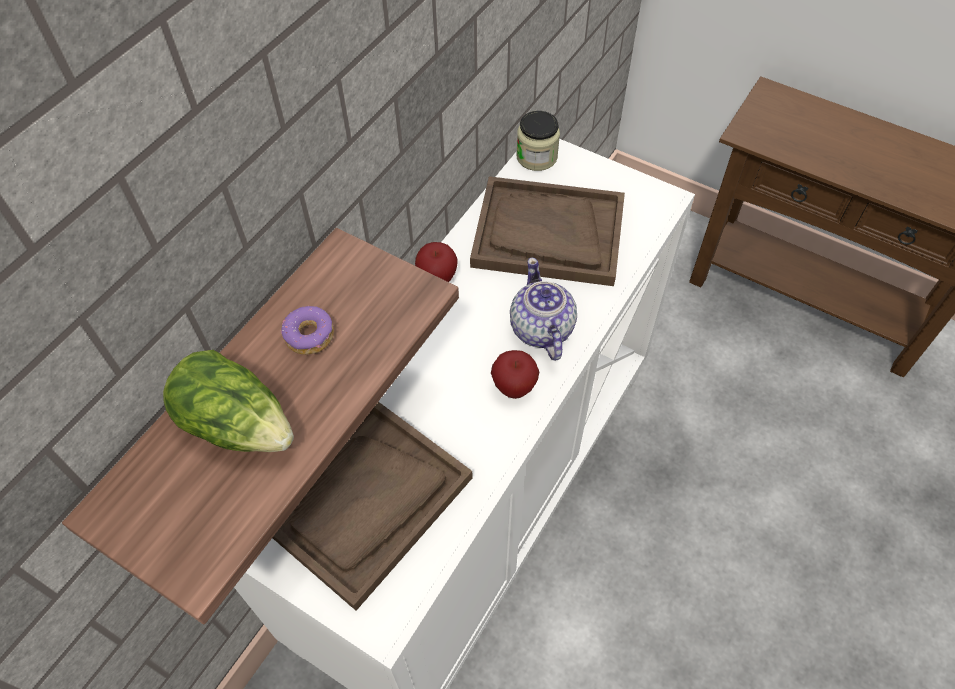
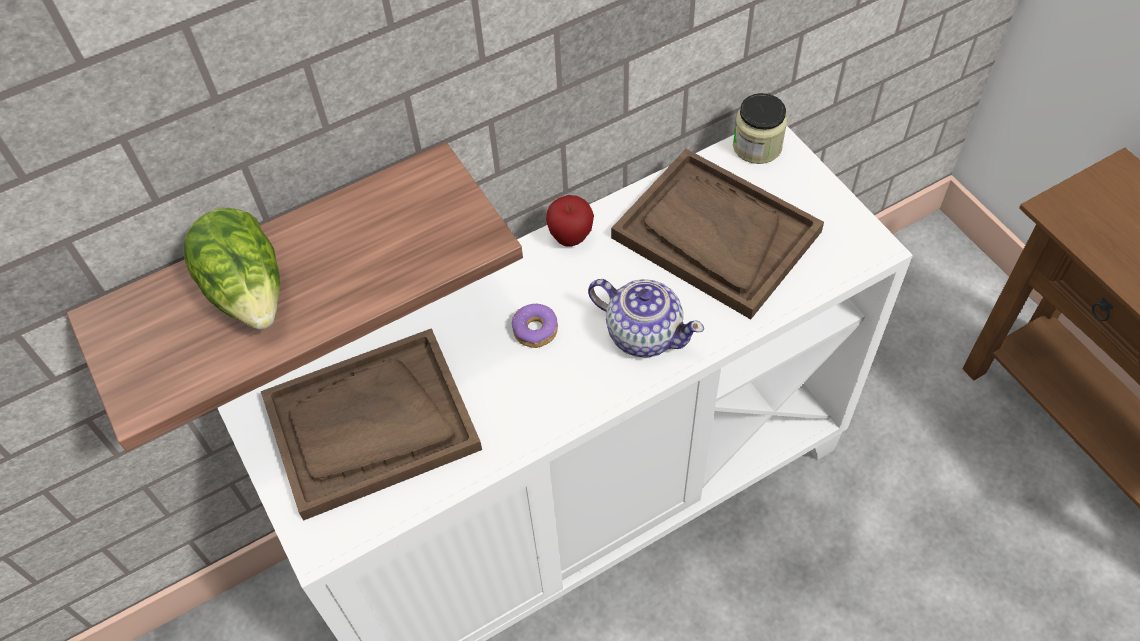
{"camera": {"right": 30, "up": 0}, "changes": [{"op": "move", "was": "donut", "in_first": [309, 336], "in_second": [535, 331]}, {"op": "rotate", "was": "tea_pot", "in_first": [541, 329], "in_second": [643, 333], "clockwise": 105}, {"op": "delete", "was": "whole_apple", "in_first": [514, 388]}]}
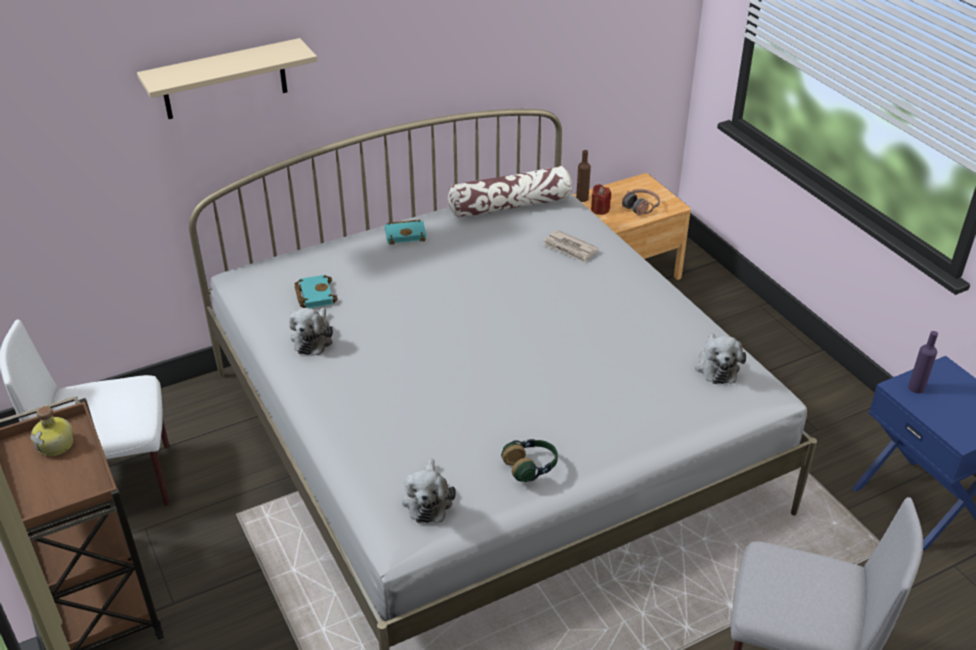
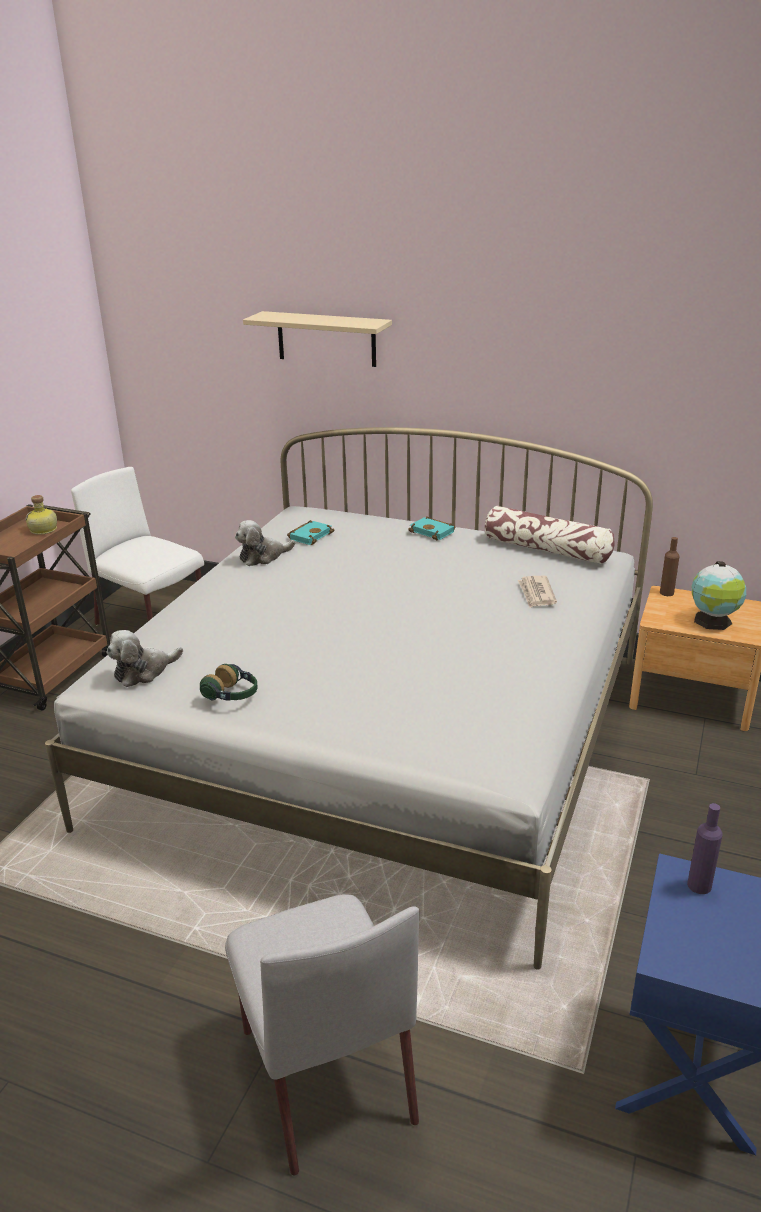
{"camera": {"right": 50, "up": -10}, "changes": [{"op": "replace", "was": "headset", "now": "world_globe", "in_first": [640, 207], "in_second": [713, 622]}, {"op": "delete", "was": "red-coloured_wax_light", "in_first": [600, 209]}, {"op": "delete", "was": "cuddly_toy", "in_first": [716, 367]}]}
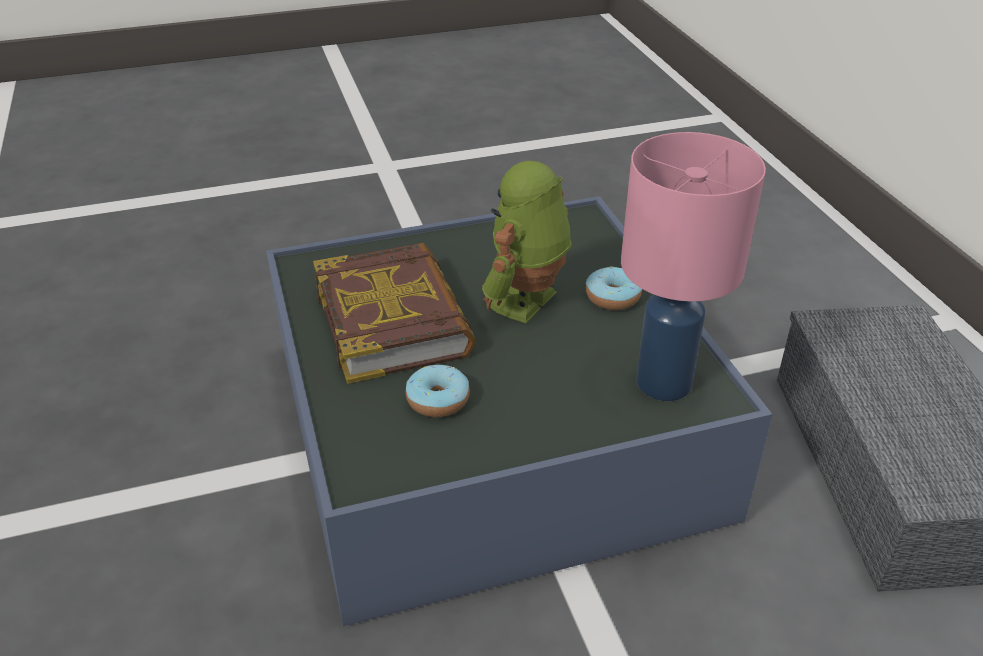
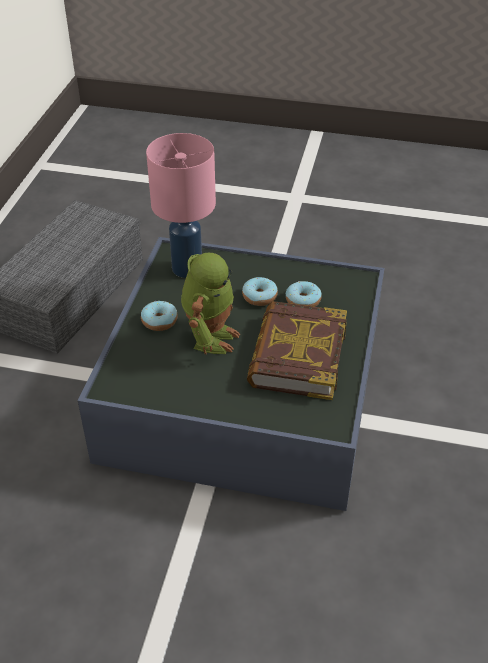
{"camera": {"right": -150, "up": 5}, "changes": [{"op": "rotate", "was": "model_robot", "in_first": [527, 303], "in_second": [210, 337], "clockwise": -45}, {"op": "insert", "now": "donut", "in_second": [259, 297]}]}
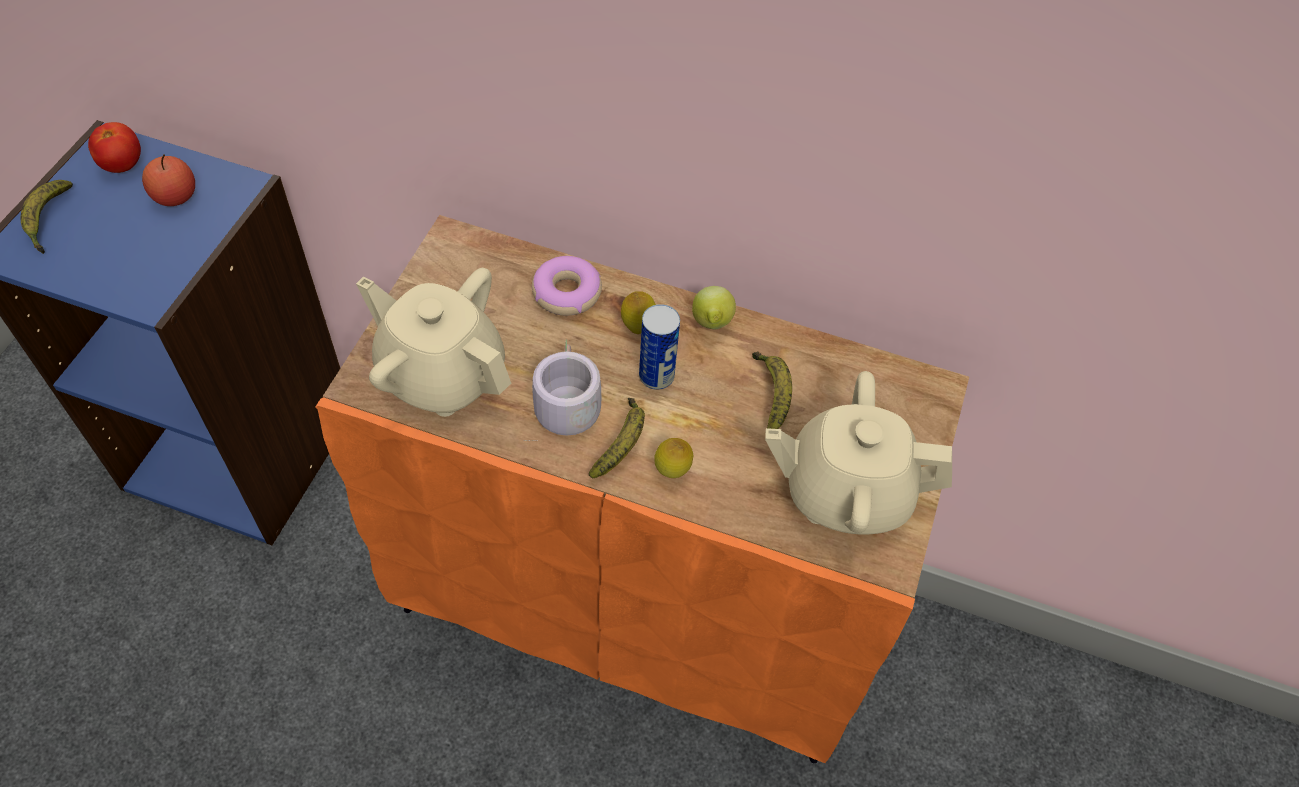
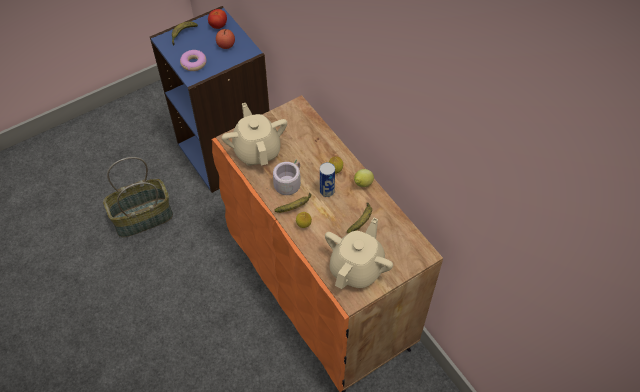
{"camera": {"right": 40, "up": 0}, "changes": [{"op": "insert", "now": "storage_basket", "in_second": [142, 218]}, {"op": "move", "was": "donut", "in_first": [566, 292], "in_second": [193, 63]}, {"op": "rotate", "was": "sand-coloured_tea_pot", "in_first": [845, 492], "in_second": [357, 268], "clockwise": 75}]}
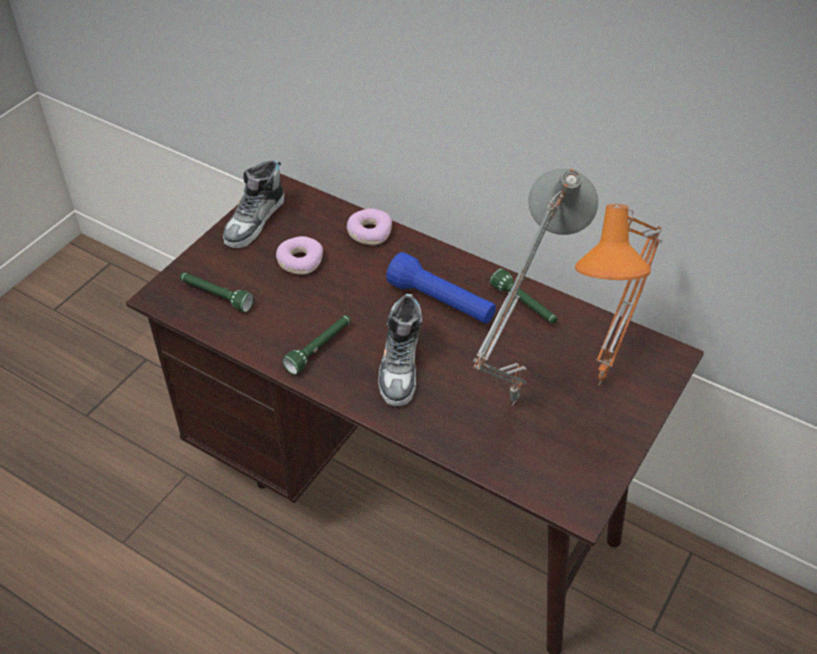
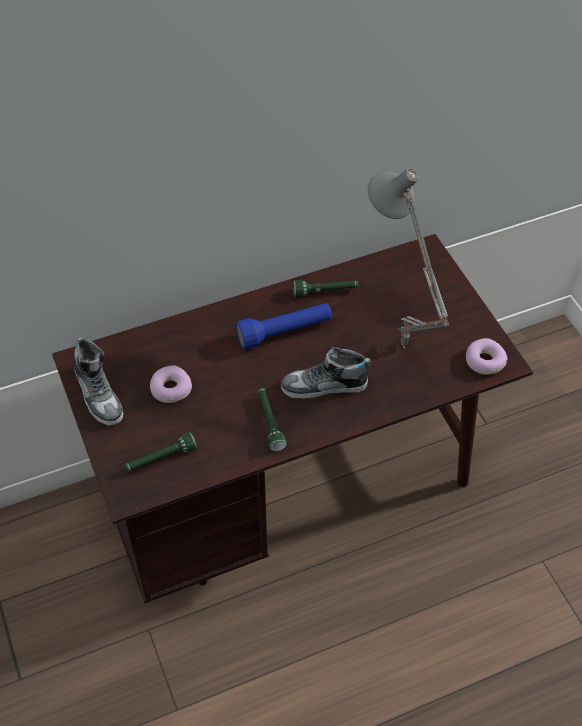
{"camera": {"right": -55, "up": 5}, "changes": [{"op": "rotate", "was": "low_shoe", "in_first": [400, 366], "in_second": [324, 386], "clockwise": 135}, {"op": "move", "was": "donut", "in_first": [369, 232], "in_second": [484, 361]}, {"op": "delete", "was": "orangey_lamp_for_a_table", "in_first": [605, 384]}]}
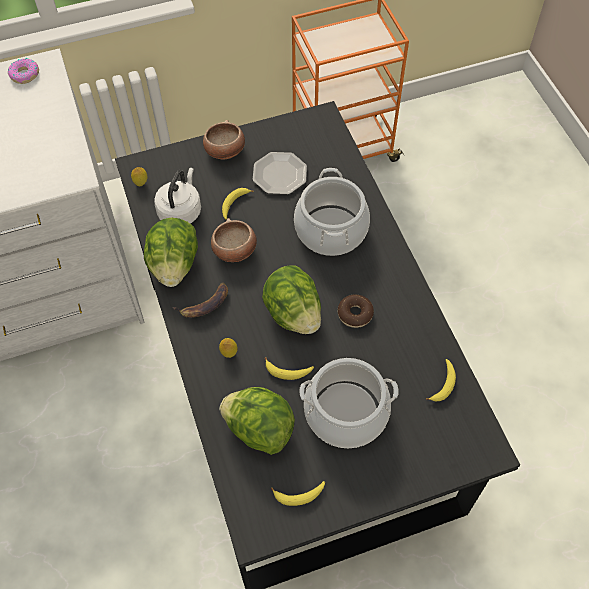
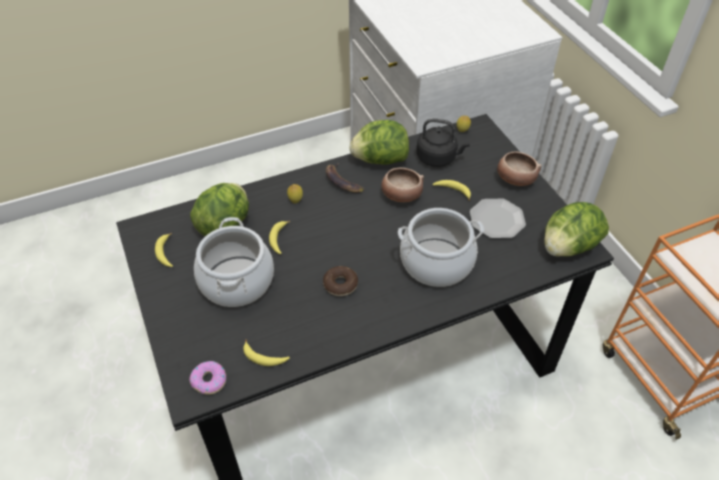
{"camera": {"right": 85, "up": -10}, "changes": [{"op": "move", "was": "donut", "in_first": [25, 75], "in_second": [209, 380]}, {"op": "recolor", "was": "whitish_tea_kettle", "now": "black_tea_kettle", "in_first": [181, 211], "in_second": [438, 158]}, {"op": "move", "was": "lettuce", "in_first": [293, 313], "in_second": [568, 247]}]}
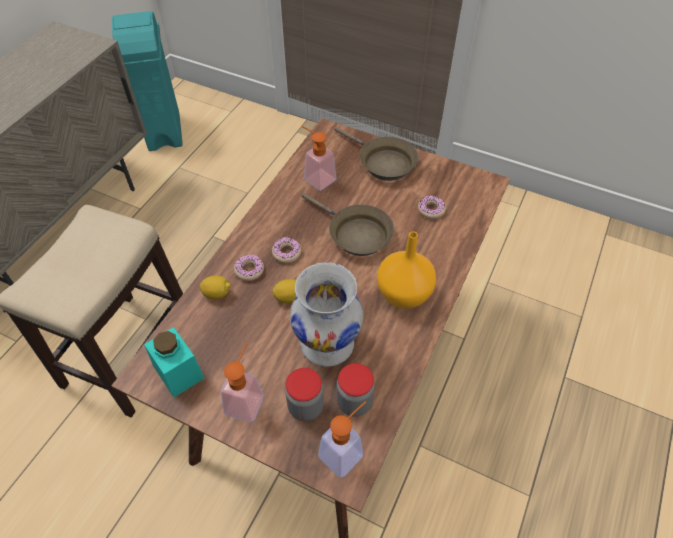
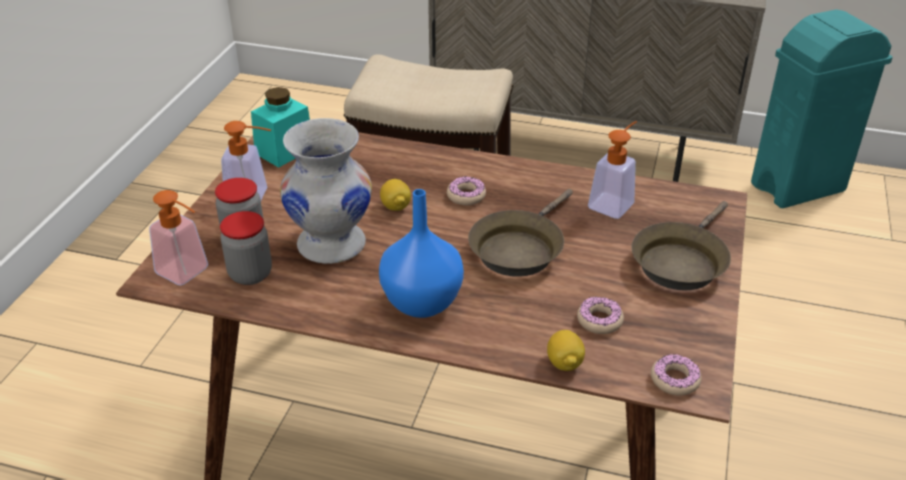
{"camera": {"right": 80, "up": -15}, "changes": [{"op": "recolor", "was": "orangey_decorative_vase", "now": "bluish_decorative_vase", "in_first": [404, 295], "in_second": [421, 304]}, {"op": "move", "was": "lemon", "in_first": [217, 294], "in_second": [564, 363]}, {"op": "move", "was": "donut", "in_first": [249, 270], "in_second": [675, 380]}]}
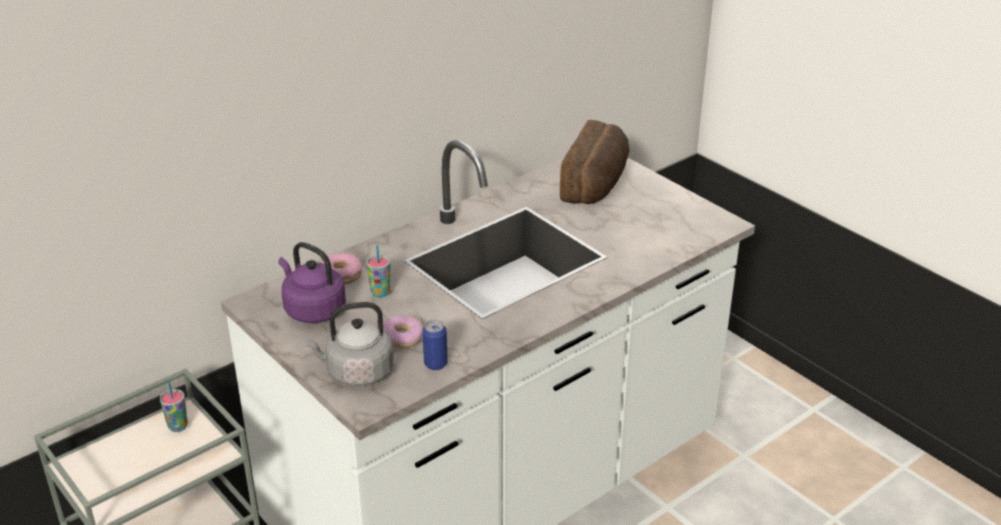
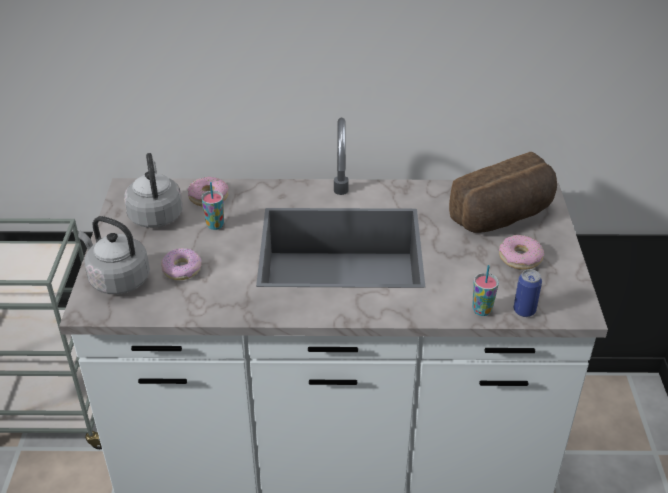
{"camera": {"right": 40, "up": 5}, "changes": [{"op": "recolor", "was": "purplish_tea_kettle", "now": "greyish_tea_kettle", "in_first": [312, 309], "in_second": [156, 214]}, {"op": "move", "was": "cup", "in_first": [178, 426], "in_second": [481, 310]}, {"op": "insert", "now": "donut", "in_second": [520, 258]}, {"op": "move", "was": "can", "in_first": [435, 364], "in_second": [524, 310]}]}
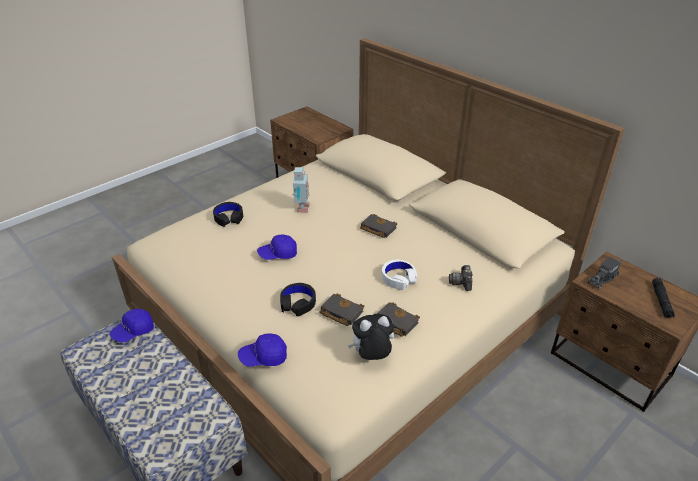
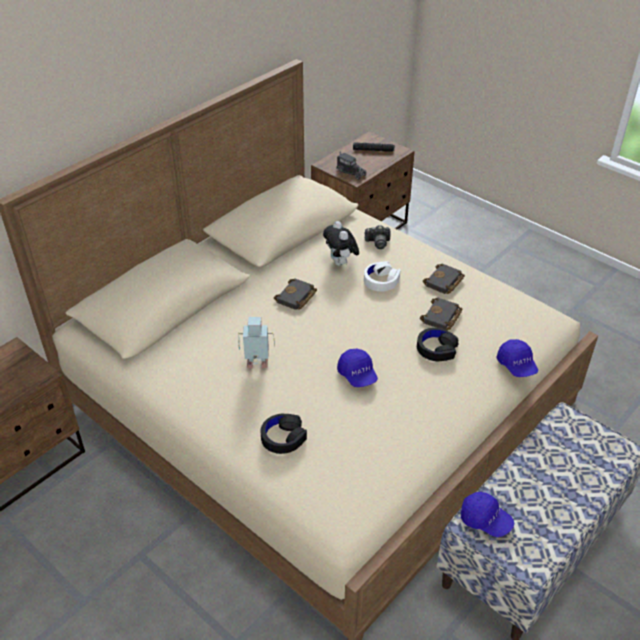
{"camera": {"right": -95, "up": 5}, "changes": [{"op": "move", "was": "cuddly_toy", "in_first": [372, 356], "in_second": [341, 263]}]}
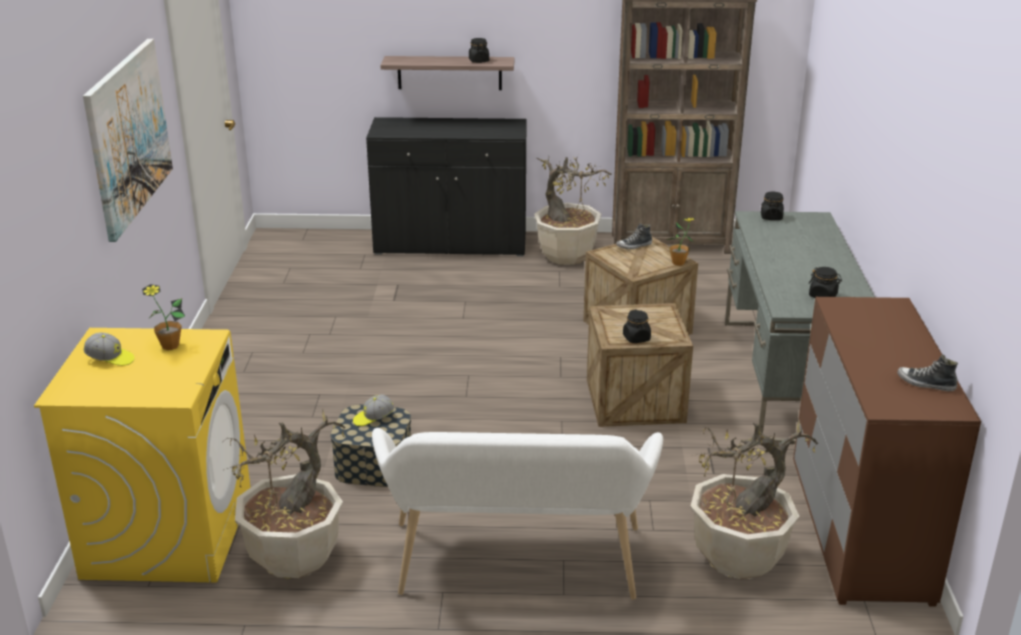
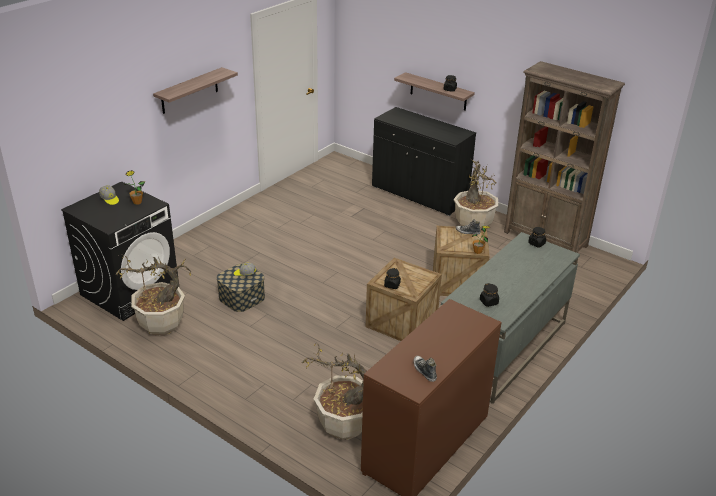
{"camera": {"right": 35, "up": 5}, "changes": [{"op": "recolor", "was": "yellowish_washing_machine", "now": "black_washing_machine", "in_first": [169, 533], "in_second": [130, 290]}, {"op": "replace", "was": "picture", "now": "shelf", "in_first": [128, 136], "in_second": [189, 91]}, {"op": "delete", "was": "whitish_bench", "in_first": [516, 568]}]}
